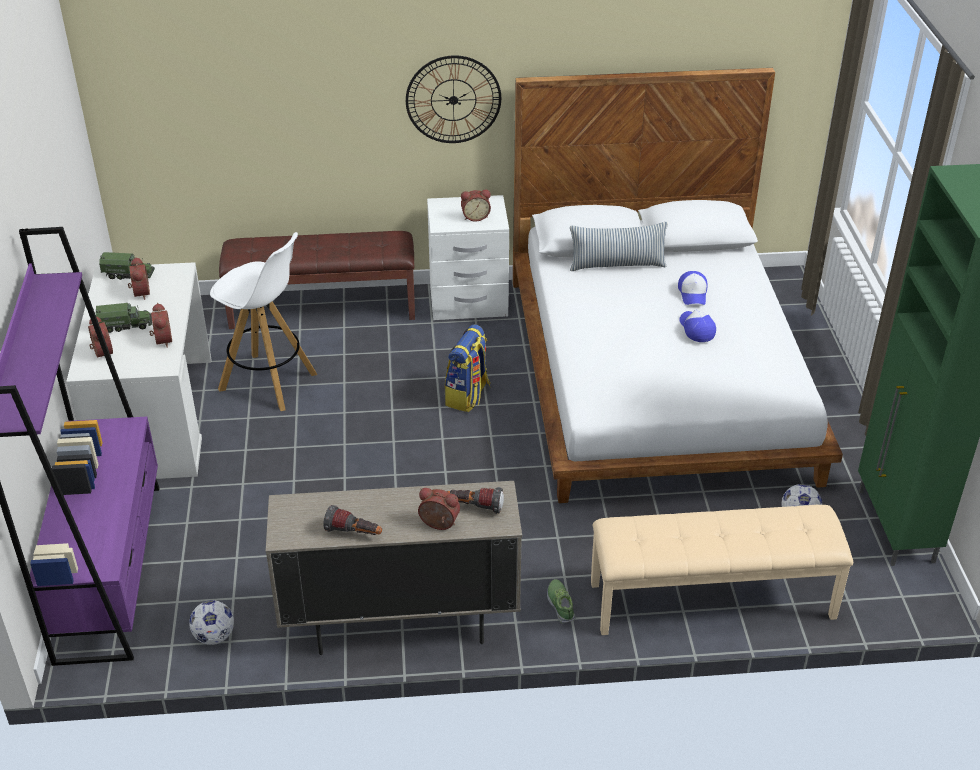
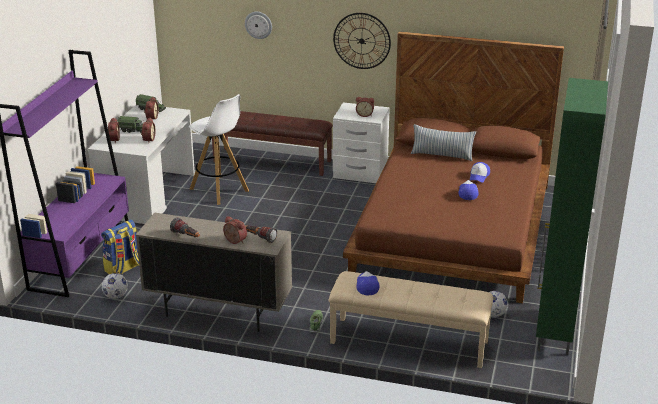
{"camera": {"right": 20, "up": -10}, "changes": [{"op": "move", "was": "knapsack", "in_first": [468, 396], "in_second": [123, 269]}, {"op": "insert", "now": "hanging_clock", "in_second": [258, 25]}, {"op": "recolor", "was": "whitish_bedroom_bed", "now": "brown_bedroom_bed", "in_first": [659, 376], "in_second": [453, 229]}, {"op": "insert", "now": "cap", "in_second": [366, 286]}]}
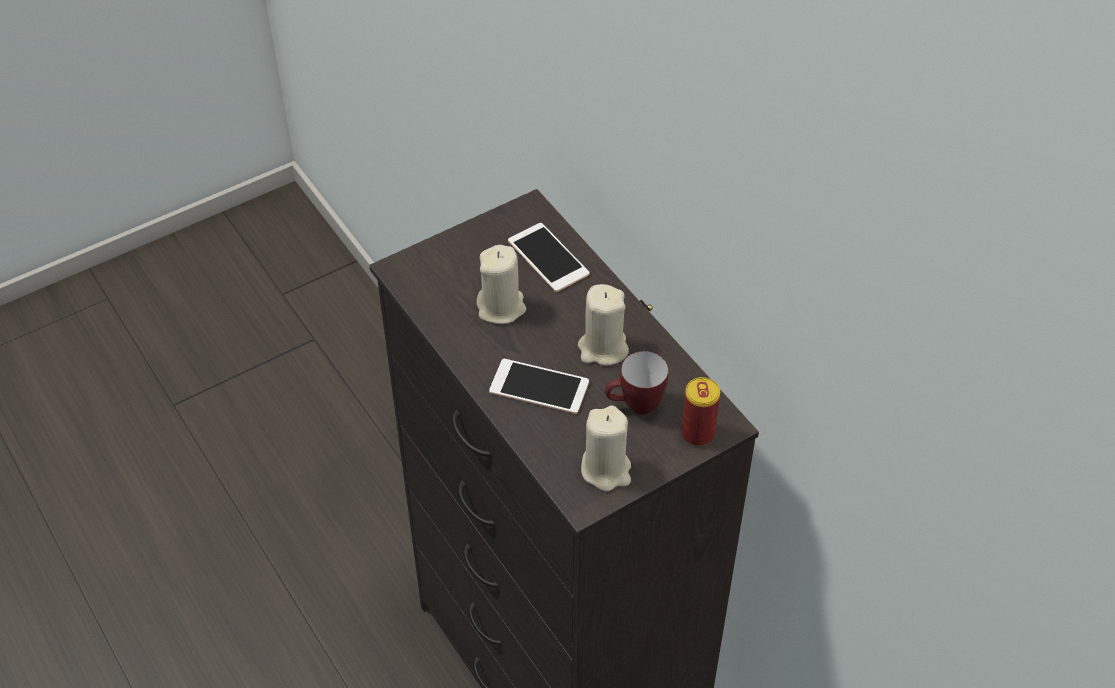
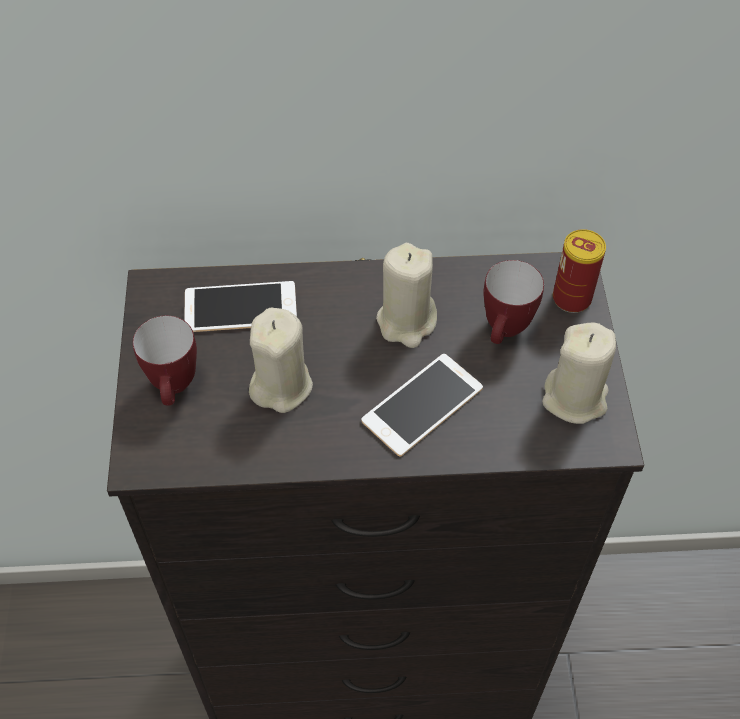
{"camera": {"right": -60, "up": 5}, "changes": [{"op": "insert", "now": "mug", "in_second": [175, 389]}]}
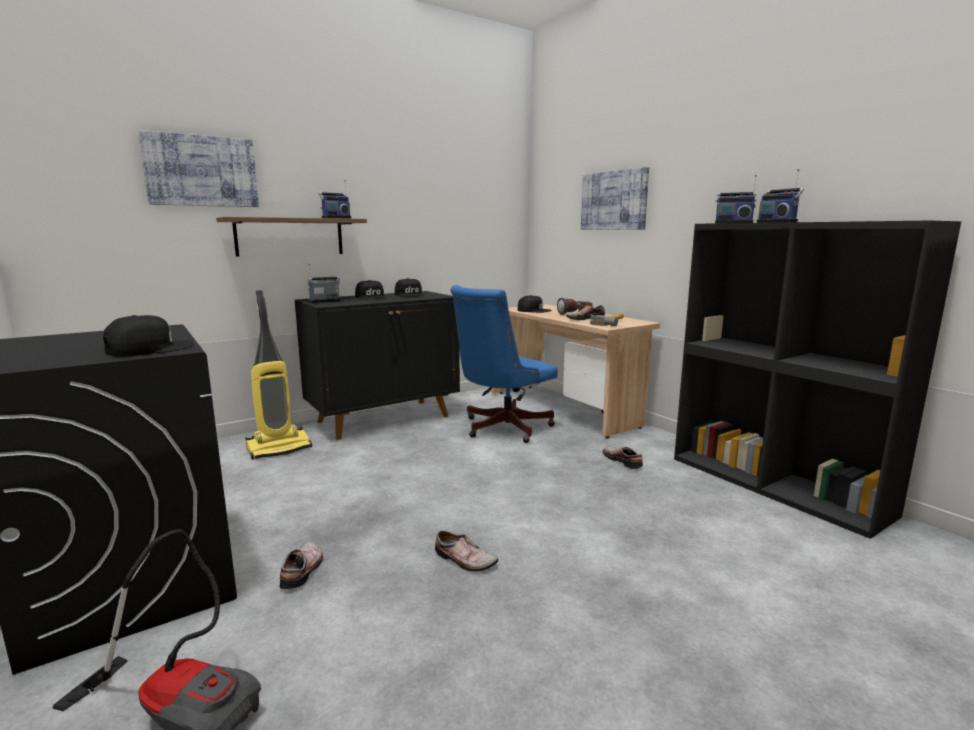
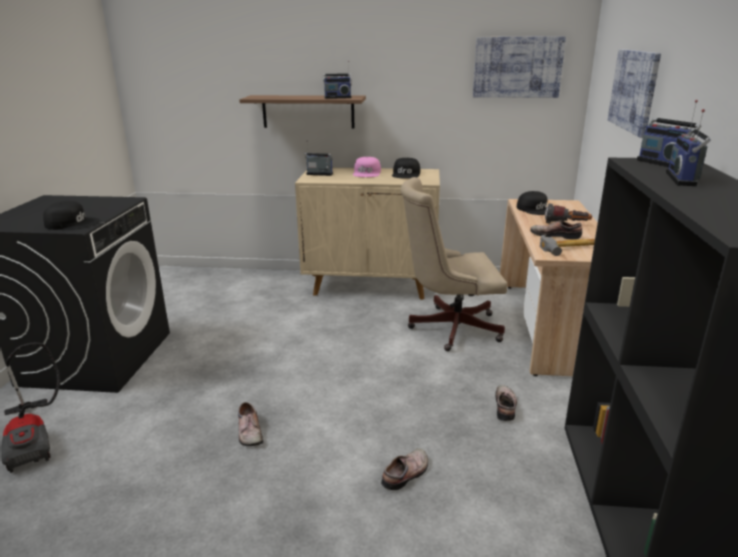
{"camera": {"right": 40, "up": 10}, "changes": [{"op": "recolor", "was": "black_cupboard", "now": "sand-coloured_cupboard", "in_first": [385, 418], "in_second": [371, 285]}, {"op": "recolor", "was": "black_cap", "now": "pinkish_cap", "in_first": [371, 297], "in_second": [367, 173]}, {"op": "move", "was": "low_shoe", "in_first": [303, 570], "in_second": [407, 474]}, {"op": "recolor", "was": "bluish_computer_chair", "now": "sand-coloured_computer_chair", "in_first": [501, 428], "in_second": [449, 327]}, {"op": "move", "was": "picture", "in_first": [202, 171], "in_second": [517, 67]}, {"op": "delete", "was": "vacuum_cleaner", "in_first": [279, 448]}]}
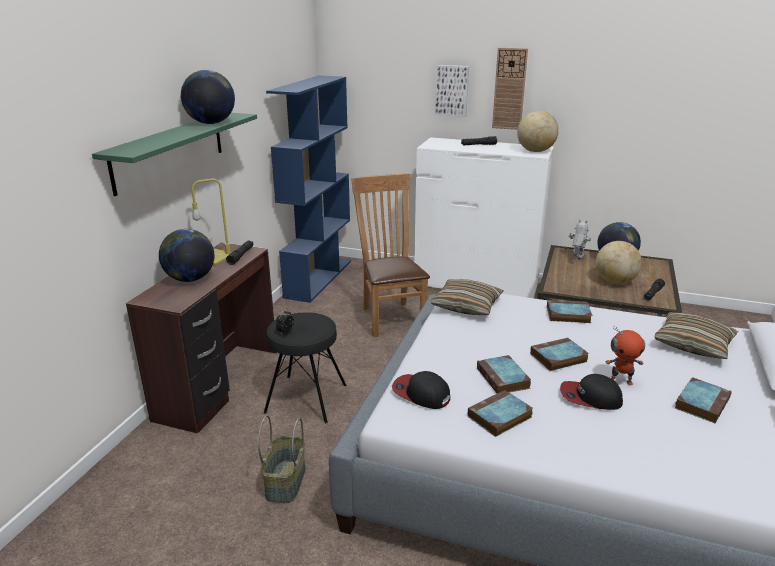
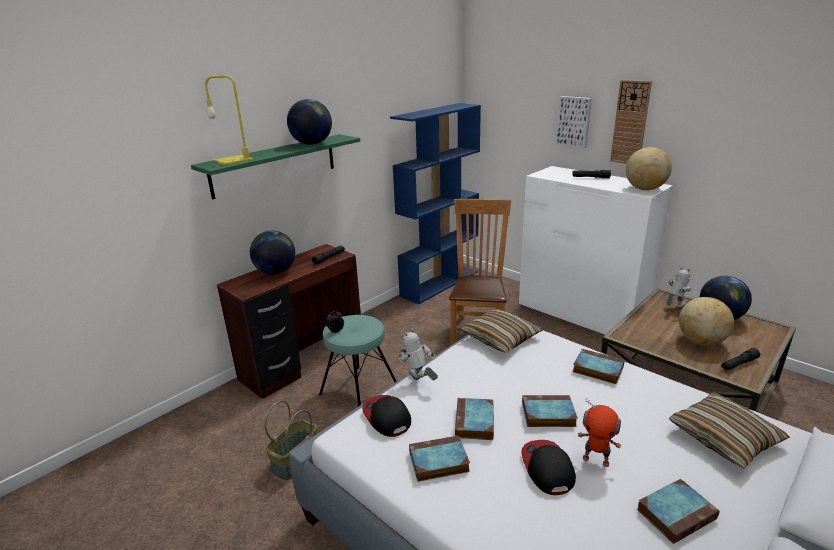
{"camera": {"right": 25, "up": 0}, "changes": [{"op": "move", "was": "yellowish_lamp_for_a_table", "in_first": [215, 257], "in_second": [234, 160]}, {"op": "recolor", "was": "black_stool", "now": "turquoise-coloured_stool", "in_first": [306, 398], "in_second": [359, 390]}, {"op": "insert", "now": "model_robot", "in_second": [418, 382]}, {"op": "rotate", "was": "cap", "in_first": [590, 398], "in_second": [547, 468], "clockwise": 45}]}
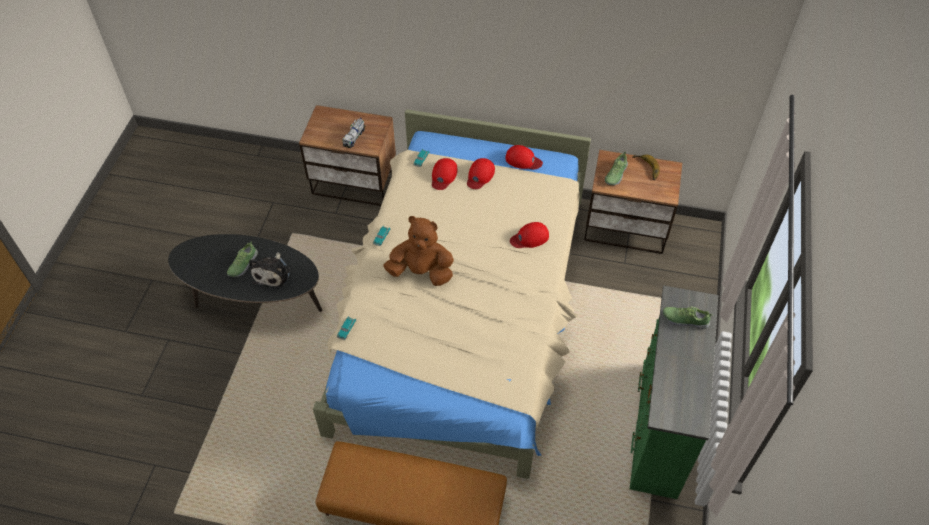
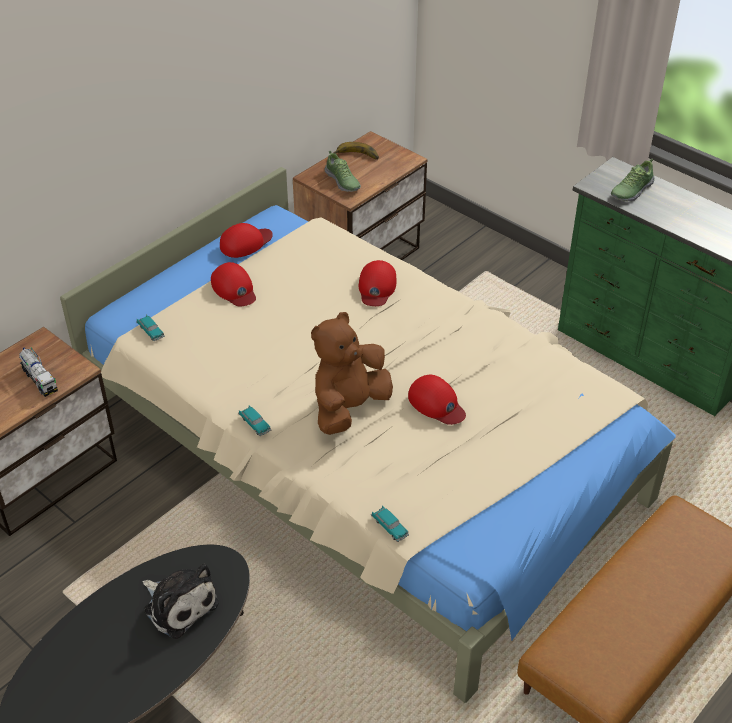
{"camera": {"right": -60, "up": -10}, "changes": [{"op": "move", "was": "red-coloured_cap", "in_first": [443, 176], "in_second": [436, 404]}, {"op": "delete", "was": "low_shoe", "in_first": [242, 264]}]}
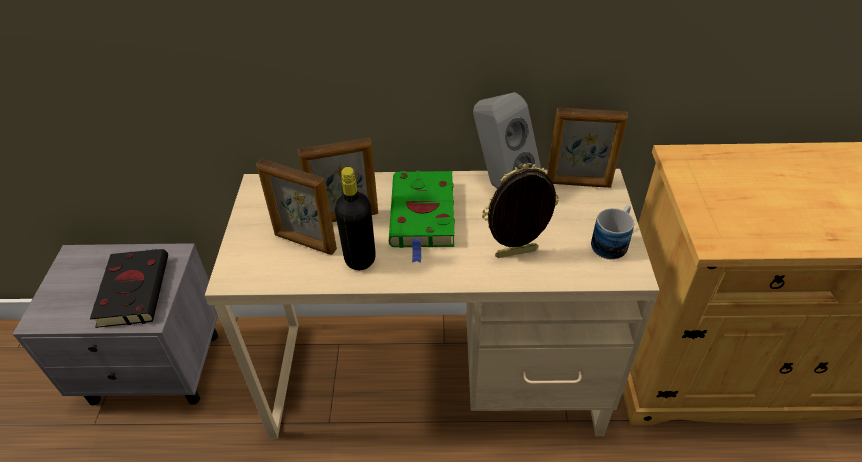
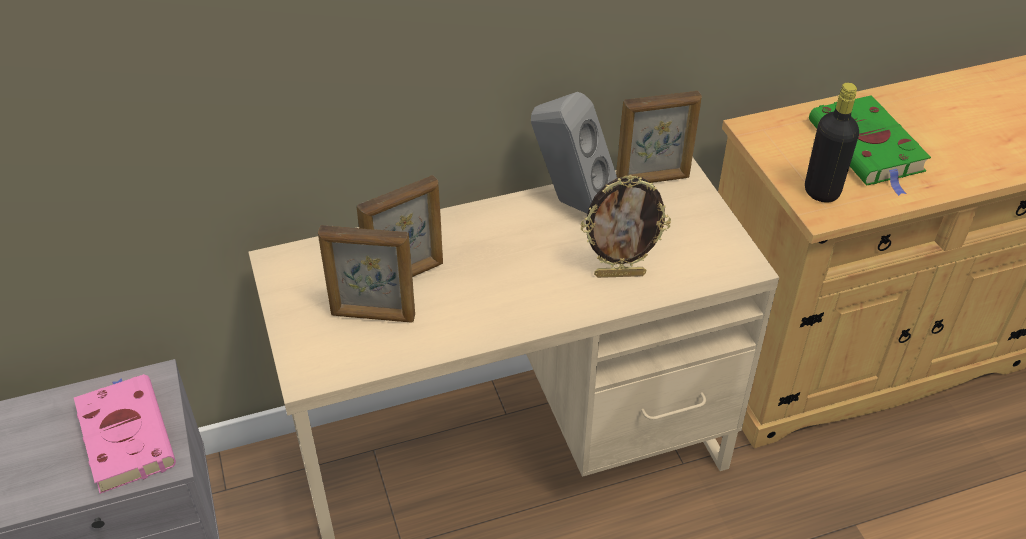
{"camera": {"right": -20, "up": 0}, "changes": [{"op": "recolor", "was": "black_bound_book", "now": "pinkish_bound_book", "in_first": [134, 289], "in_second": [125, 434]}, {"op": "rotate", "was": "photo_frame", "in_first": [516, 254], "in_second": [620, 274], "clockwise": -150}, {"op": "move", "was": "black_beverage_bottle", "in_first": [360, 259], "in_second": [821, 191]}, {"op": "move", "was": "green_bound_book", "in_first": [423, 216], "in_second": [868, 149]}, {"op": "delete", "was": "mug", "in_first": [612, 242]}]}
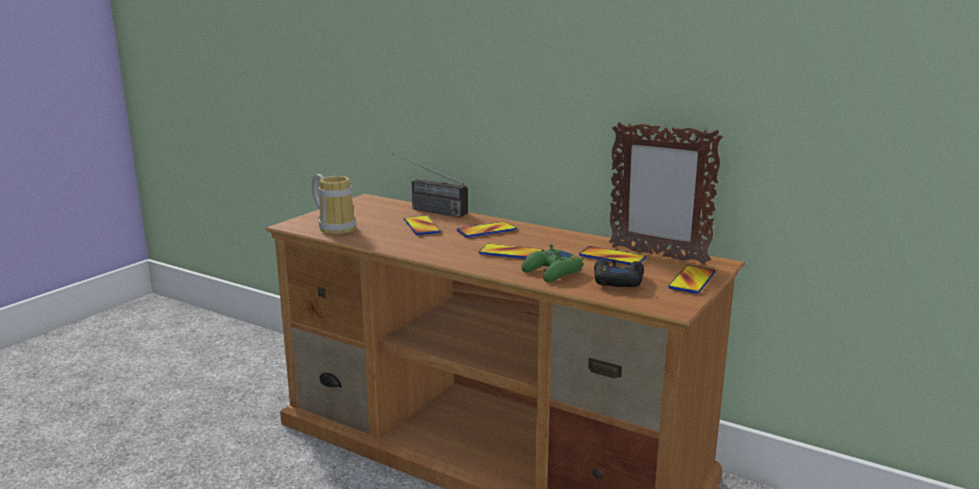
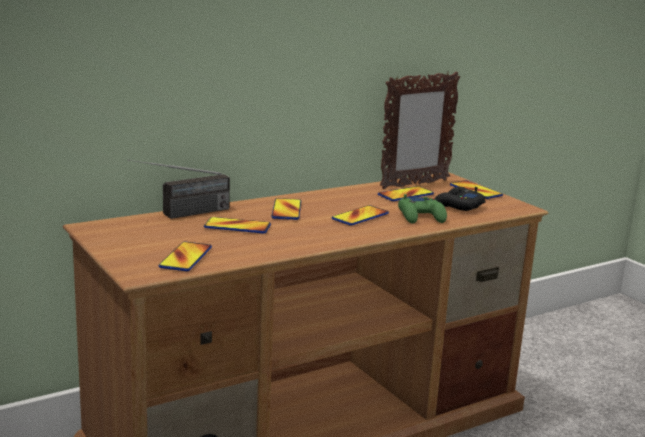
{"camera": {"right": -65, "up": 0}, "changes": [{"op": "replace", "was": "mug", "now": "telephone", "in_first": [335, 228], "in_second": [185, 258]}]}
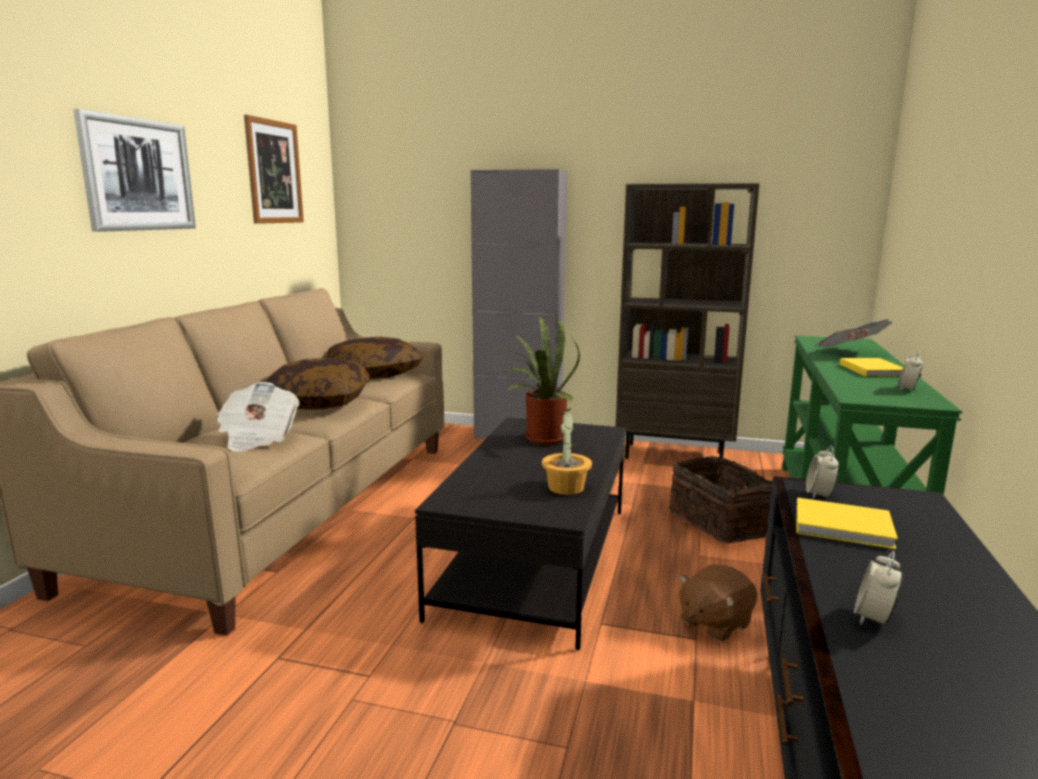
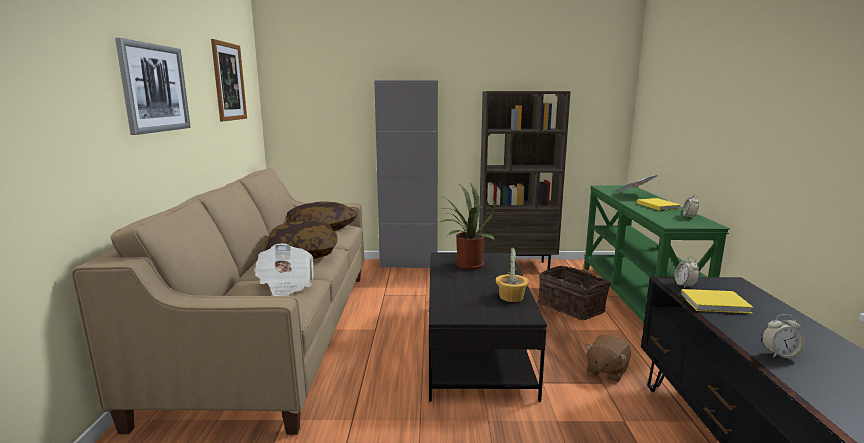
{"camera": {"right": -15, "up": 0}, "changes": [{"op": "rotate", "was": "table_clock", "in_first": [873, 618], "in_second": [779, 354], "clockwise": -105}]}
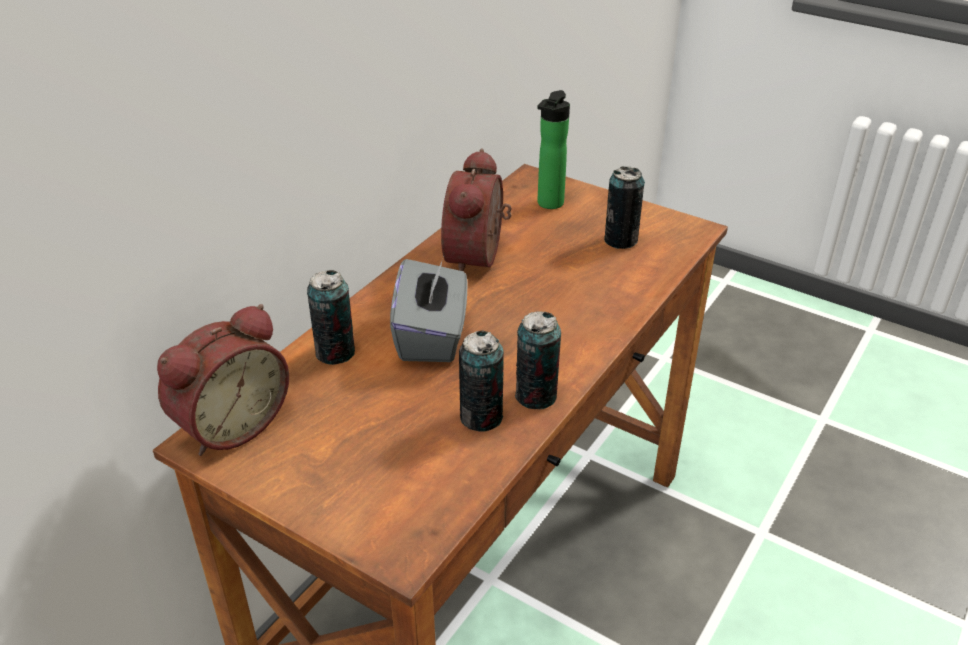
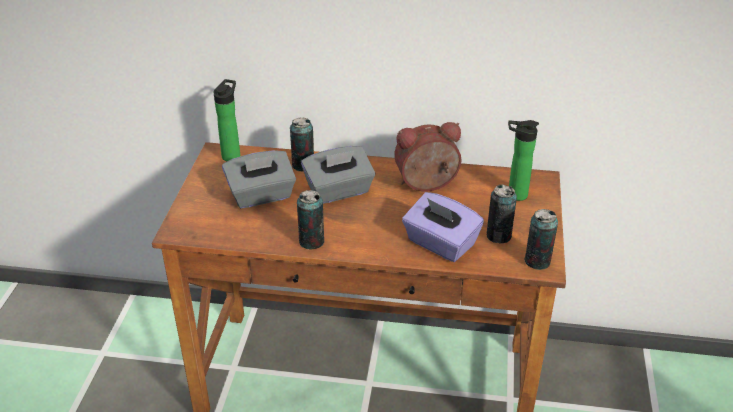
{"camera": {"right": 65, "up": 0}, "changes": [{"op": "replace", "was": "table_clock", "now": "beverage_bottle", "in_first": [230, 424], "in_second": [232, 155]}, {"op": "insert", "now": "greyish_tissue_holder", "in_second": [261, 196]}, {"op": "insert", "now": "purplish_tissue_holder", "in_second": [440, 244]}, {"op": "move", "was": "can", "in_first": [481, 417], "in_second": [537, 261]}]}
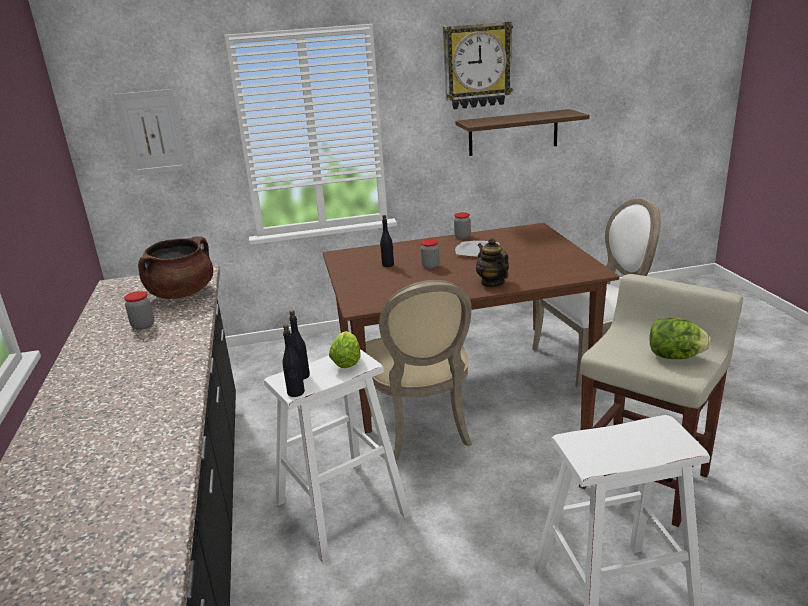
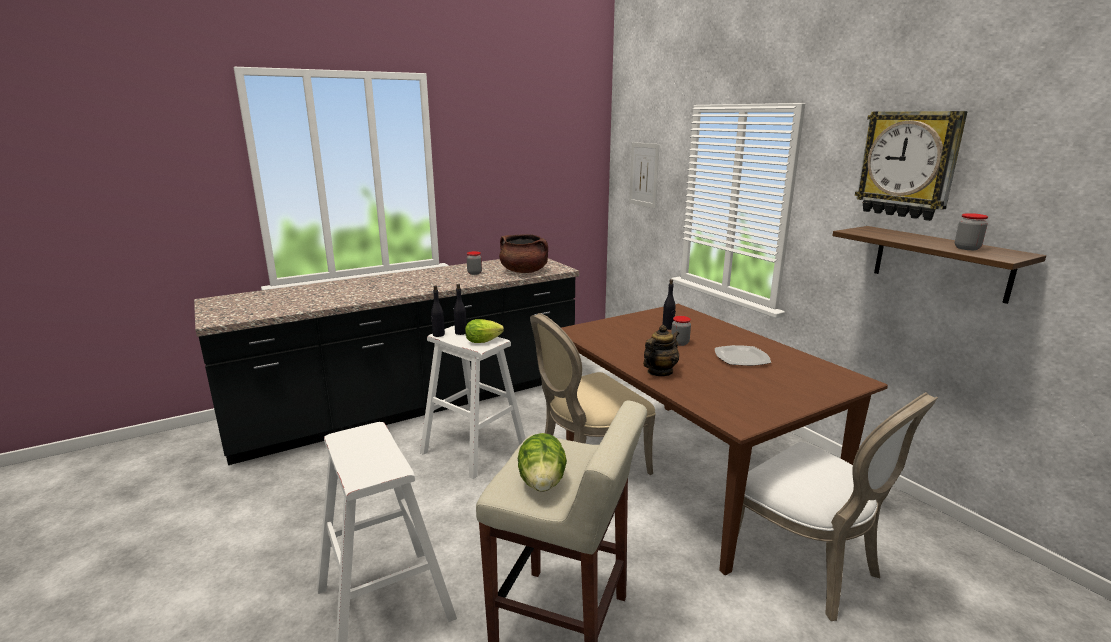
{"camera": {"right": 70, "up": -5}, "changes": [{"op": "move", "was": "preserve_jar", "in_first": [462, 236], "in_second": [967, 248]}]}
